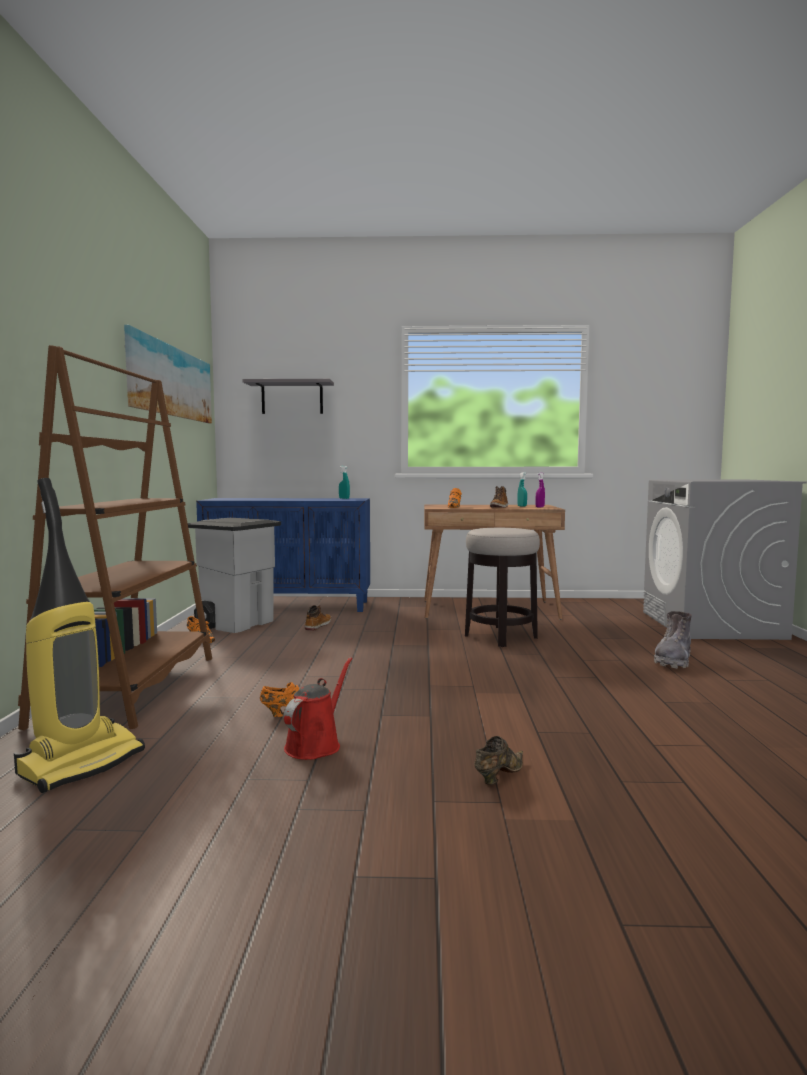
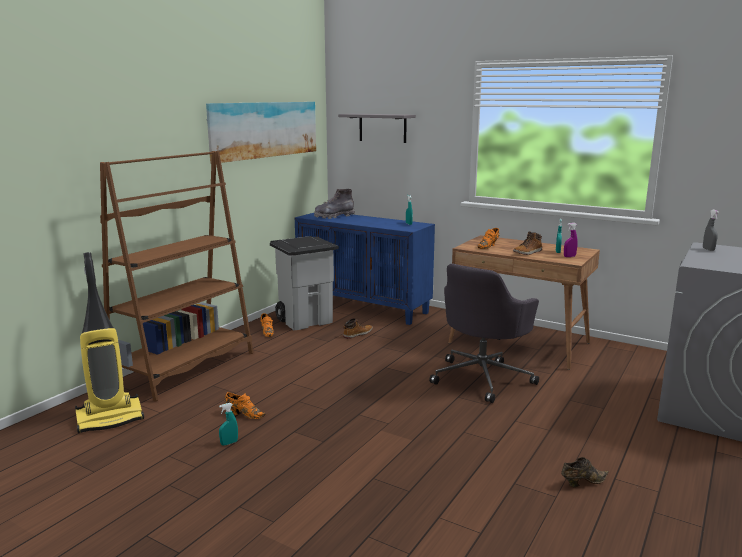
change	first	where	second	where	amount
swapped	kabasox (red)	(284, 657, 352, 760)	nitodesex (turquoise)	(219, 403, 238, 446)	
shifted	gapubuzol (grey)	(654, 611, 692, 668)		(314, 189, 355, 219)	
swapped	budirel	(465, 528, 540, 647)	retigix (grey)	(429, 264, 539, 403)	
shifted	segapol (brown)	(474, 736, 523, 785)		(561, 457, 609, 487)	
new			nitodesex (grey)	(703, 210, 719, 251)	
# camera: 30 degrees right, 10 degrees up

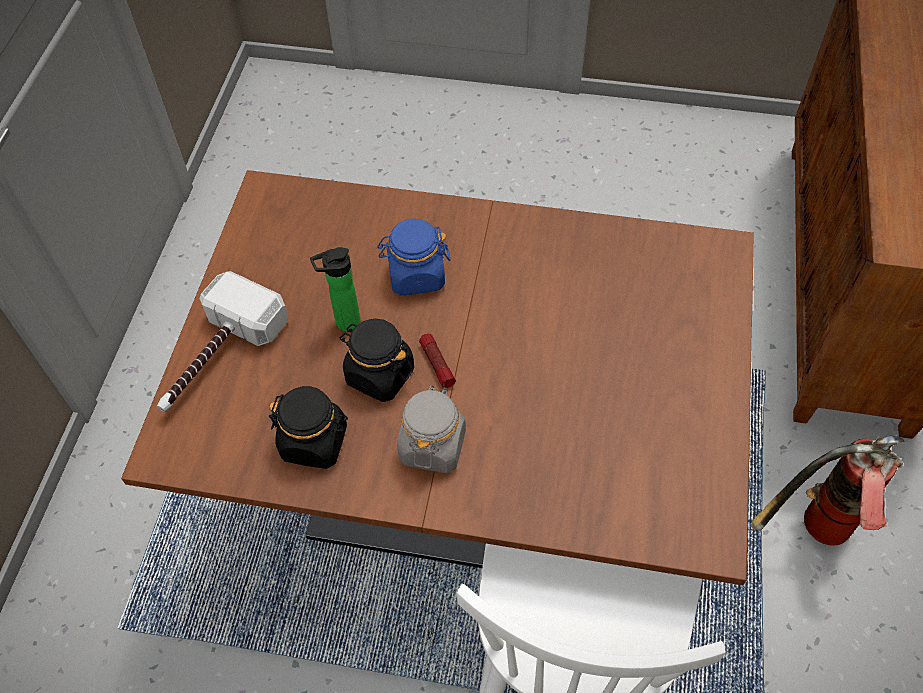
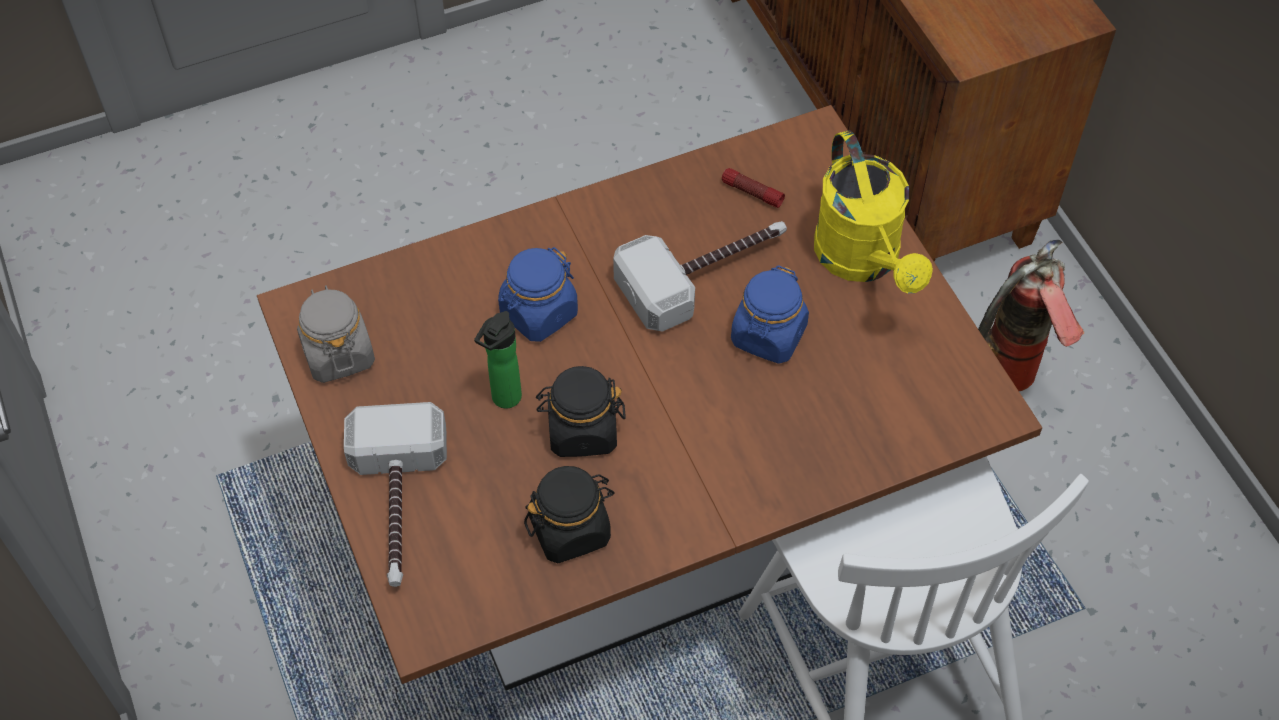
change	first	where	second	where	amount
shifted	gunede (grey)	(397, 385, 466, 473)		(297, 285, 375, 383)	
new			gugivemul	(613, 221, 787, 332)	
shifted	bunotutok	(419, 333, 456, 388)		(722, 168, 785, 208)	
new			gunede (blue)	(731, 266, 809, 364)	
new			kabasox (yellow)	(814, 131, 933, 293)	
# camera: 35 degrees left, 0 degrees up

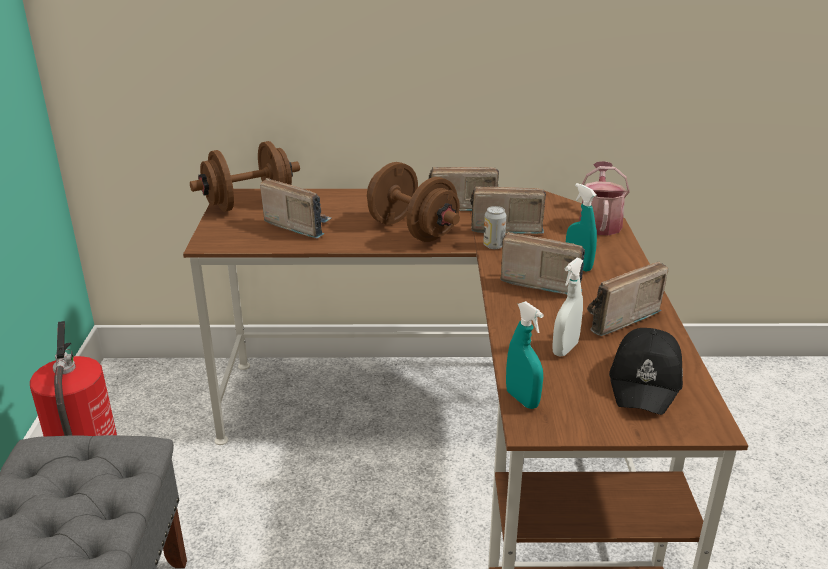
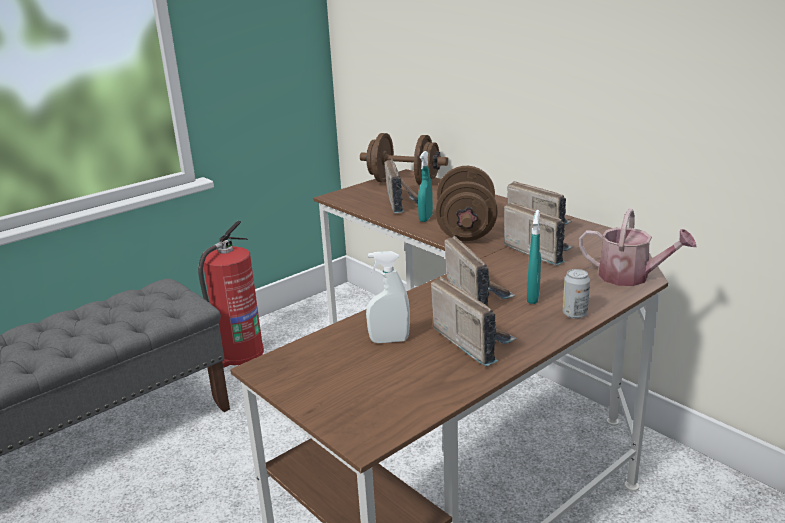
change	first	where	second	where	amount
shifted	nitodesex (turquoise)	(506, 301, 544, 409)		(418, 151, 433, 222)	
rotated	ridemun	(587, 261, 668, 336)		(431, 277, 517, 367)	45 degrees clockwise
shifted	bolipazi	(483, 206, 507, 249)		(563, 269, 590, 319)	
rotated	kabasox	(579, 161, 630, 235)		(579, 209, 697, 286)	60 degrees clockwise
gone	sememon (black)	(609, 328, 683, 415)			
# camera: 50 degrees right, 5 degrees down

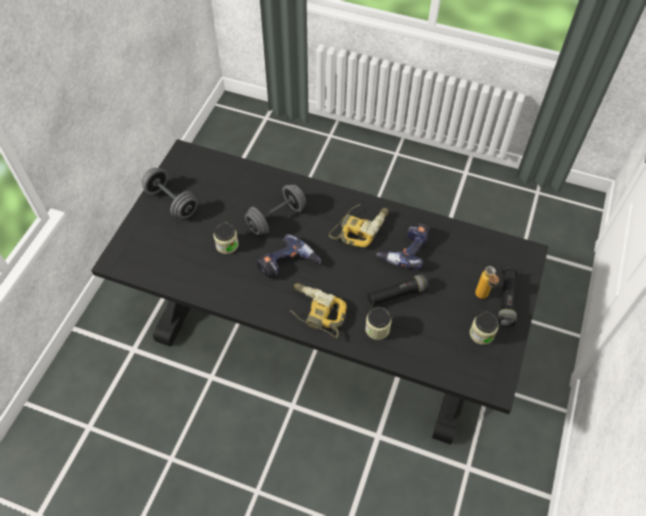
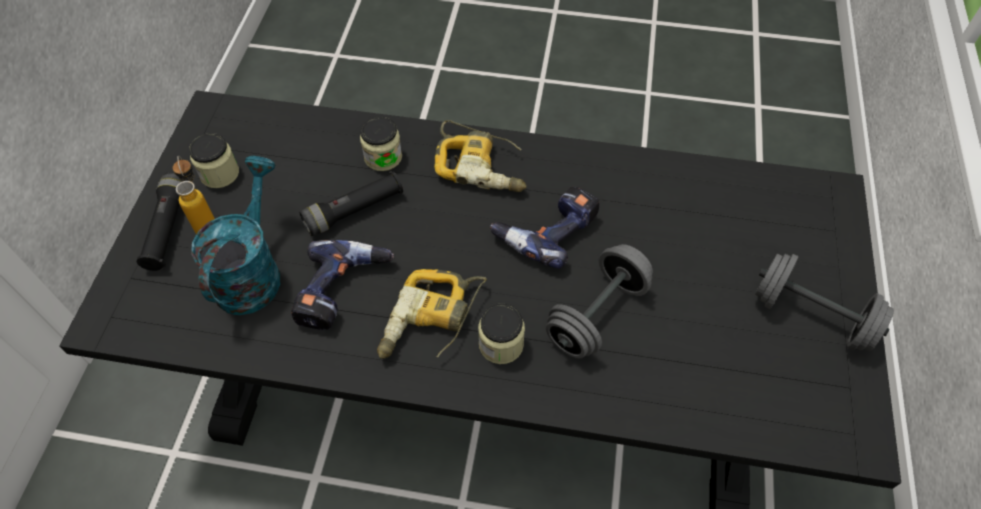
change	first	where	second	where	amount
new			kabasox (turquoise)	(191, 156, 280, 315)	
shifted	gunede	(213, 223, 239, 254)		(478, 303, 525, 364)	
# camera: 170 degrees right, 0 degrees up

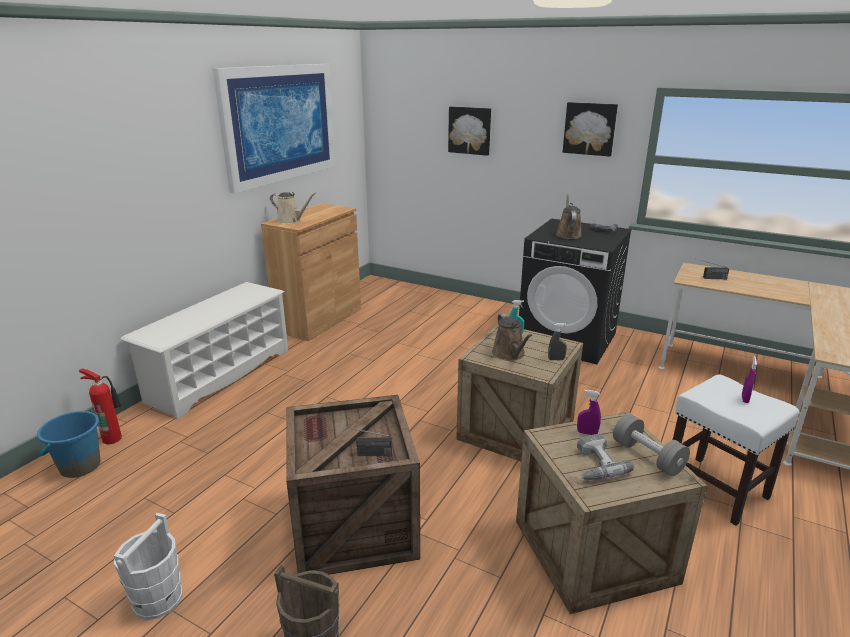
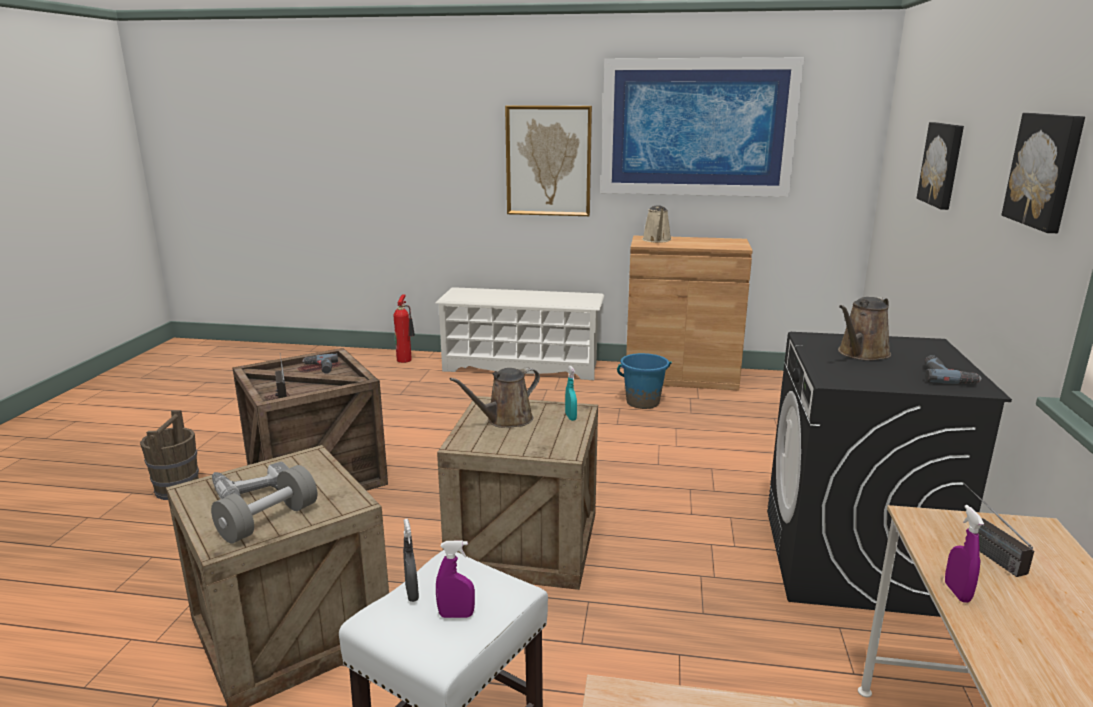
change	first	where	second	where	amount
new			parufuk	(302, 353, 338, 374)	
shifted	nitodesex (grey)	(548, 323, 567, 360)		(403, 519, 419, 602)	
new			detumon	(505, 105, 592, 216)	
shifted	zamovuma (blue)	(37, 411, 101, 478)		(617, 353, 671, 409)	
rotated	kabasox (brown)	(556, 194, 582, 239)		(838, 297, 891, 361)	150 degrees clockwise
shifted	nitodesex (purple)	(577, 390, 601, 435)		(945, 505, 984, 603)	
gone	zamovuma (white)	(114, 513, 182, 620)			
# camera: 70 degrees right, 5 degrees down

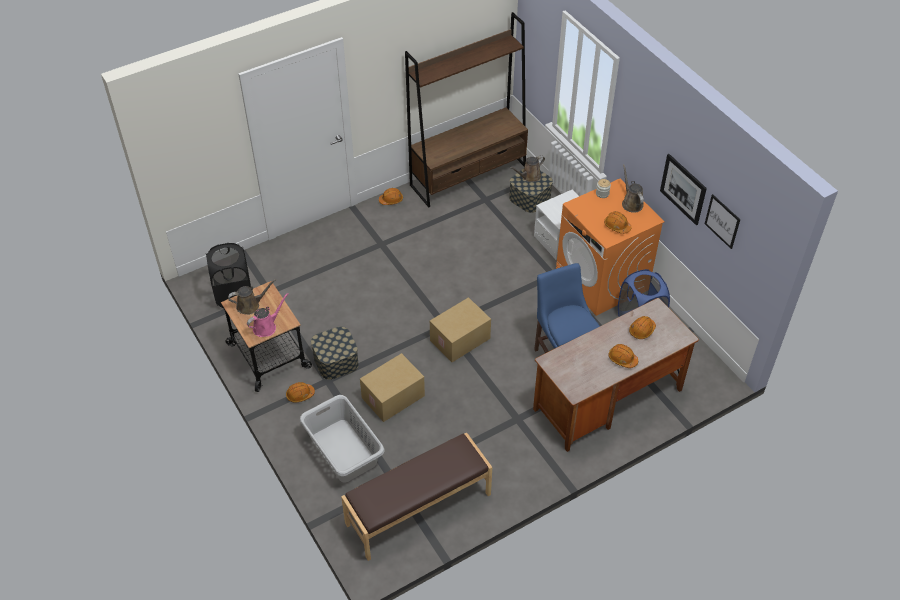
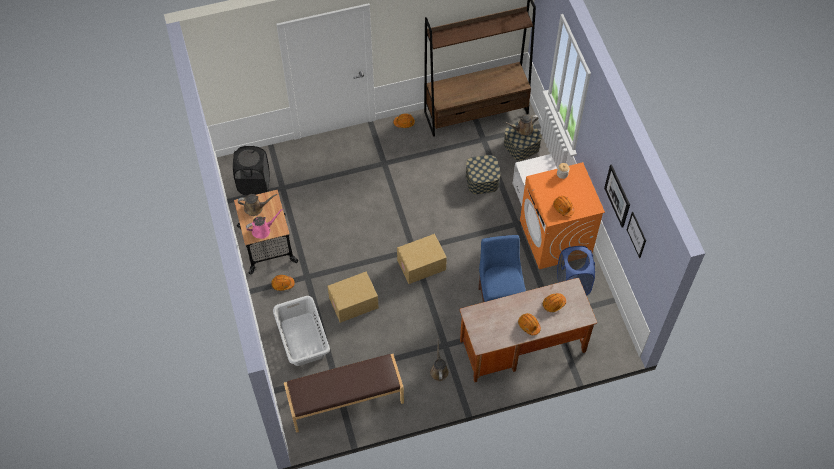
change	first	where	second	where	amount
shifted	kabasox (brown)	(622, 164, 644, 213)		(430, 338, 449, 381)	
shifted	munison	(311, 327, 359, 380)		(466, 155, 501, 194)	
# camera: 15 degrees right, 10 degrees up

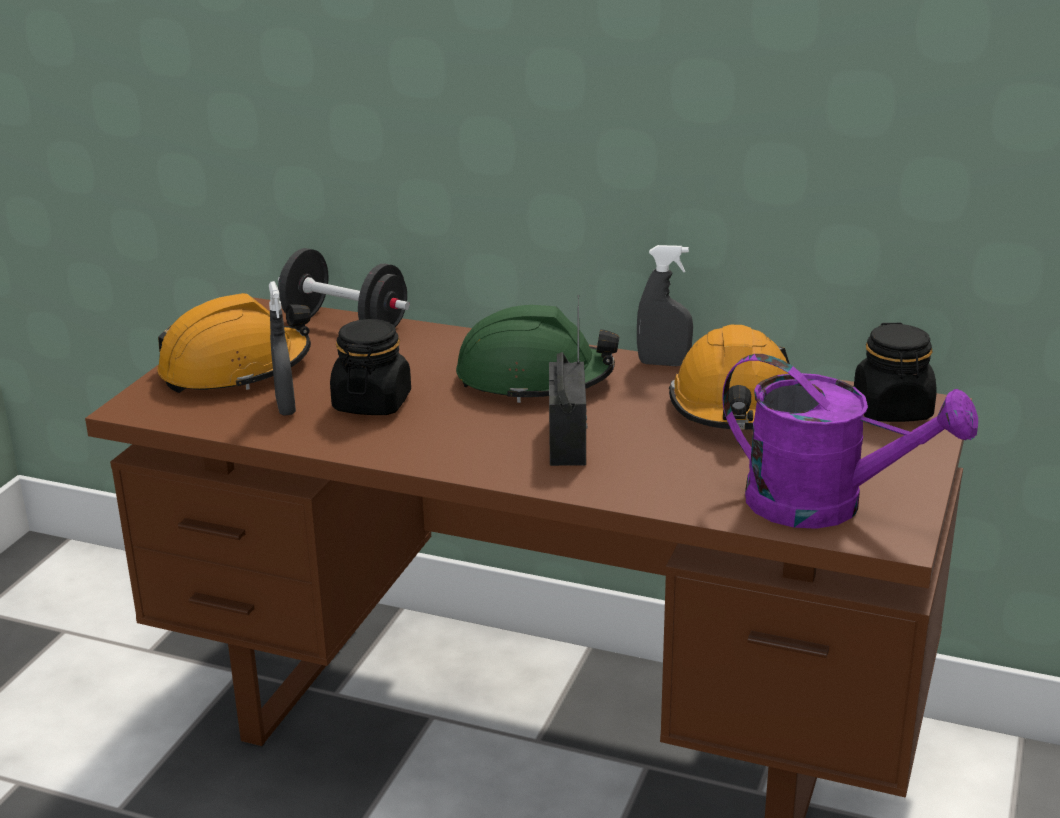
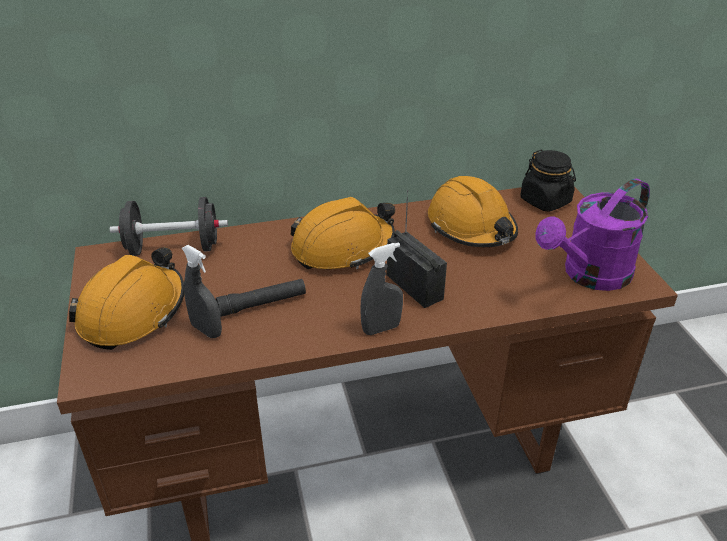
change	first	where	second	where	amount
swapped	gunede (black)	(330, 319, 411, 415)	bunotutok (black)	(216, 279, 306, 317)	
repainted	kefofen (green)	(456, 305, 619, 403)	kefofen (orange)	(291, 197, 395, 269)	
shifted	nitodesex (grey)	(637, 245, 693, 366)		(360, 242, 403, 335)	
rotated	kabasox (purple)	(722, 354, 978, 529)		(535, 179, 650, 291)	150 degrees clockwise
# camera: 35 degrees left, 10 degrees up

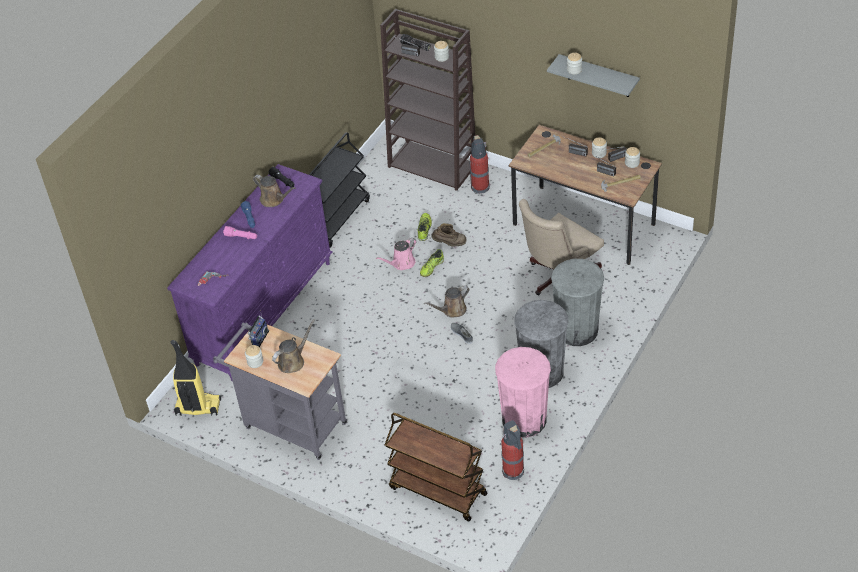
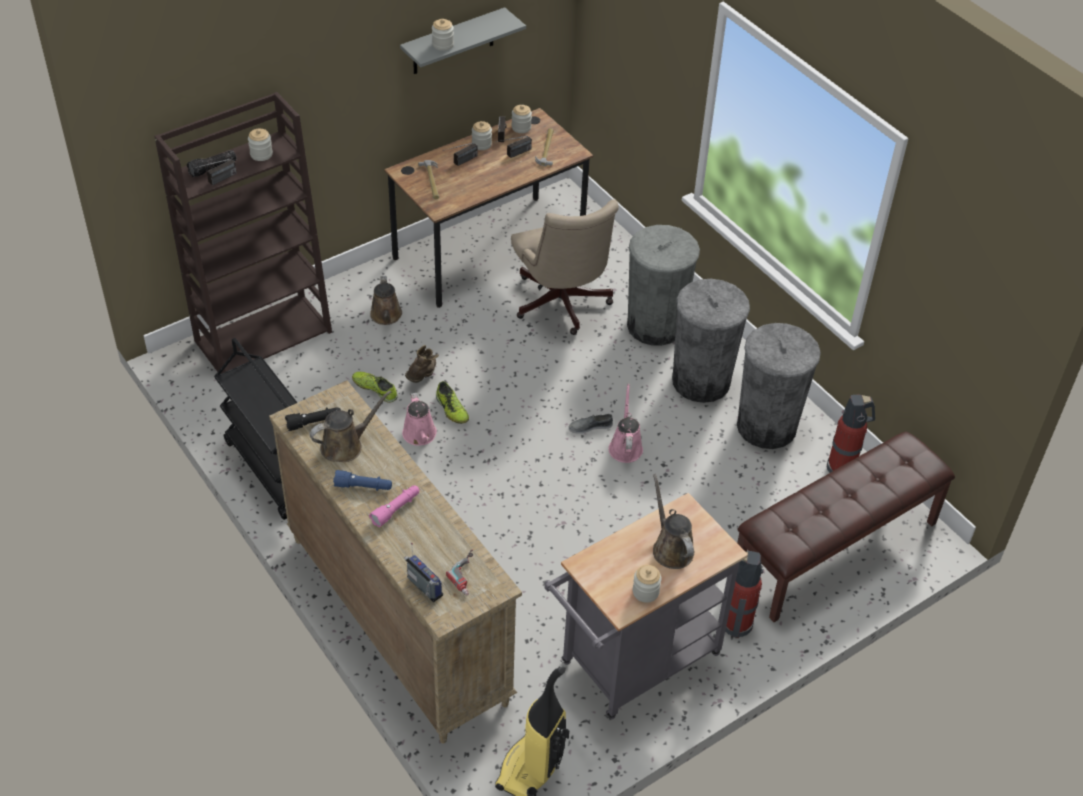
change	first	where	second	where	amount
repainted	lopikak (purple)	(167, 164, 332, 382)	lopikak (beige)	(269, 380, 522, 743)	
shifted	kabasox (brown)	(424, 285, 470, 318)		(370, 276, 402, 325)	
shifted	ridemun	(248, 310, 269, 347)		(404, 543, 443, 602)	
new			kabasox (pink)	(609, 384, 643, 463)	
shifted	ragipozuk	(469, 135, 490, 194)		(725, 551, 765, 638)	
repainted	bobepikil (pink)	(495, 347, 551, 438)	bobepikil (grey)	(737, 323, 821, 449)	
swapped	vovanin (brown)	(385, 413, 487, 521)	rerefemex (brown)	(737, 431, 955, 622)	
# camera: 70 degrees left, 0 degrees up

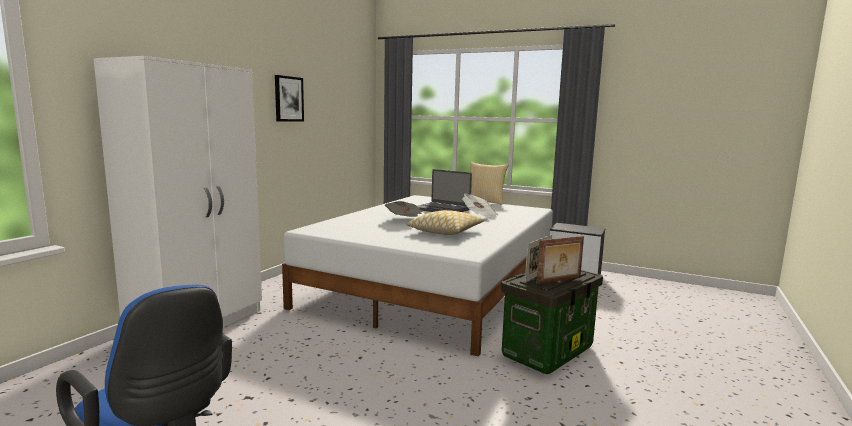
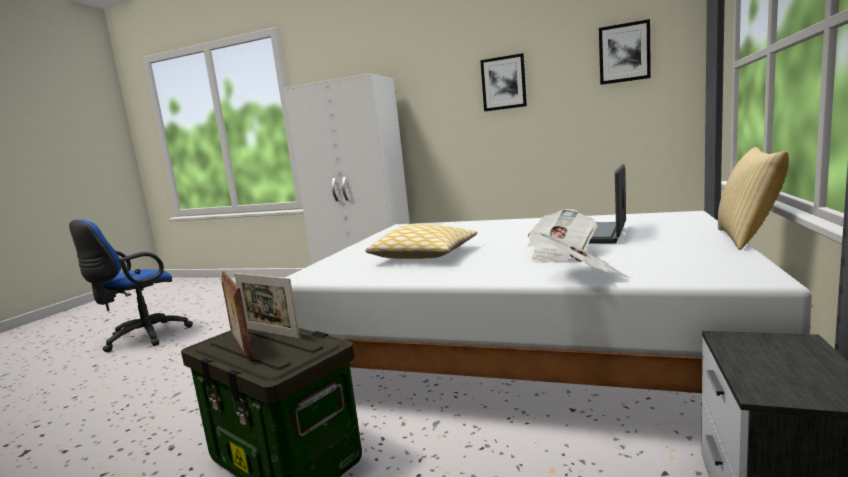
change	first	where	second	where	amount
shifted	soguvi	(385, 201, 423, 217)		(538, 233, 632, 278)	
new			detumon	(599, 19, 651, 85)	
# camera: 85 degrees right, 0 degrees up

